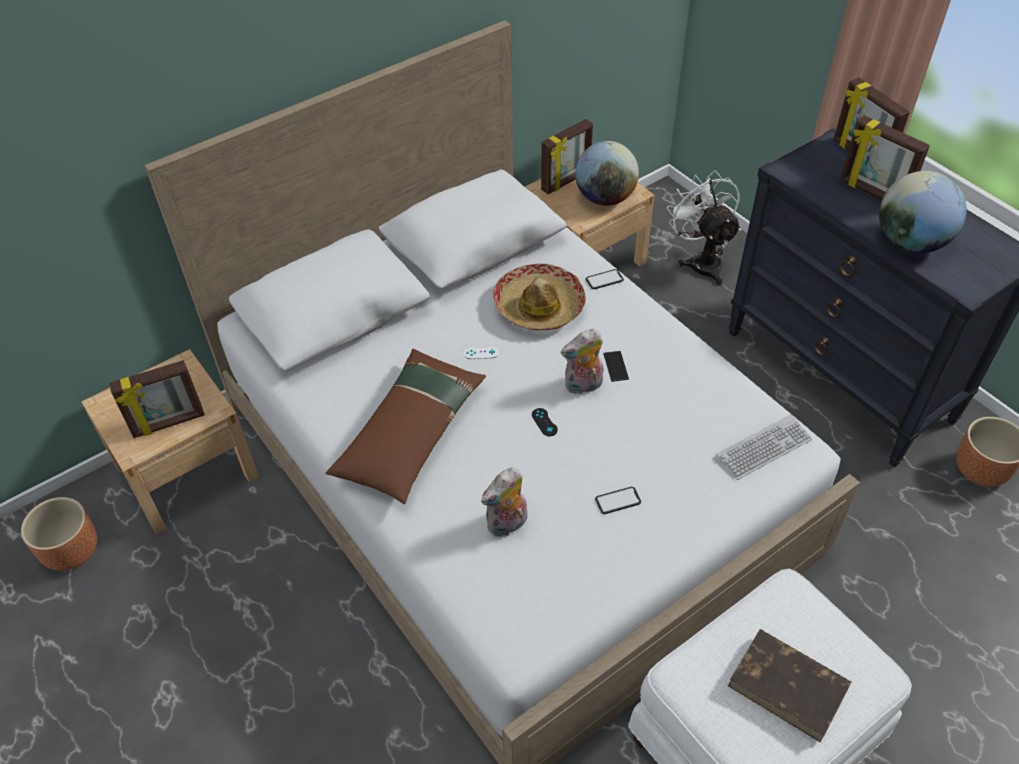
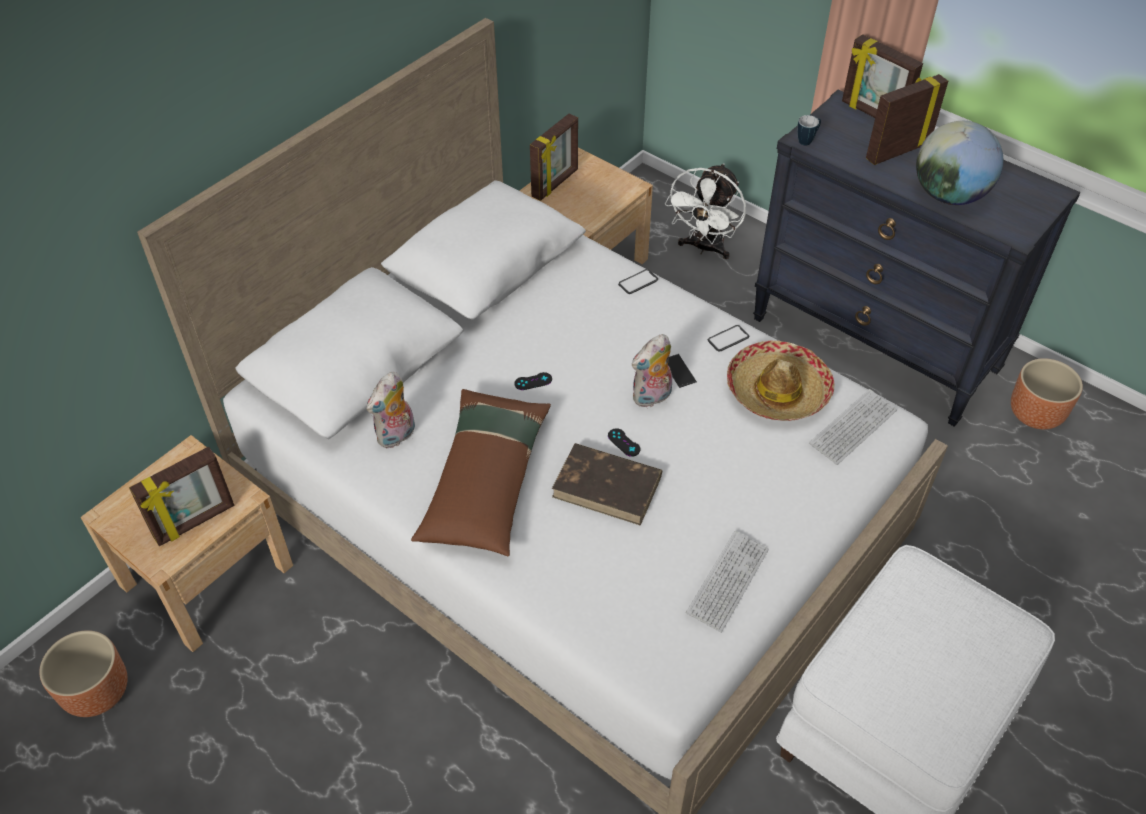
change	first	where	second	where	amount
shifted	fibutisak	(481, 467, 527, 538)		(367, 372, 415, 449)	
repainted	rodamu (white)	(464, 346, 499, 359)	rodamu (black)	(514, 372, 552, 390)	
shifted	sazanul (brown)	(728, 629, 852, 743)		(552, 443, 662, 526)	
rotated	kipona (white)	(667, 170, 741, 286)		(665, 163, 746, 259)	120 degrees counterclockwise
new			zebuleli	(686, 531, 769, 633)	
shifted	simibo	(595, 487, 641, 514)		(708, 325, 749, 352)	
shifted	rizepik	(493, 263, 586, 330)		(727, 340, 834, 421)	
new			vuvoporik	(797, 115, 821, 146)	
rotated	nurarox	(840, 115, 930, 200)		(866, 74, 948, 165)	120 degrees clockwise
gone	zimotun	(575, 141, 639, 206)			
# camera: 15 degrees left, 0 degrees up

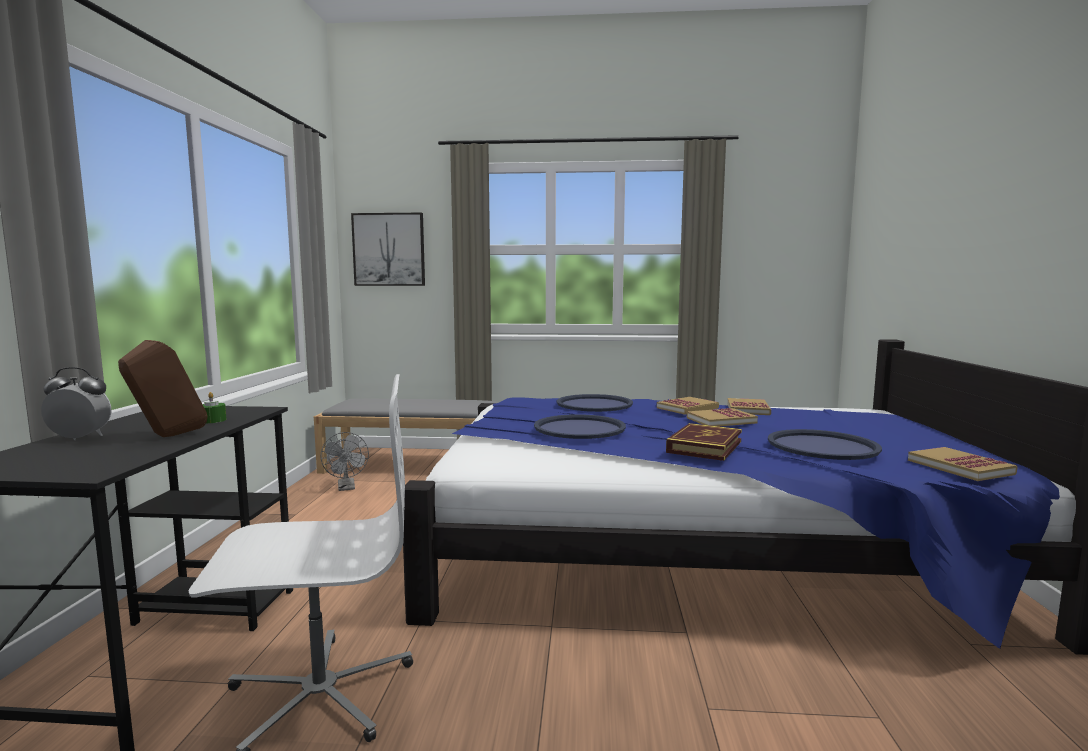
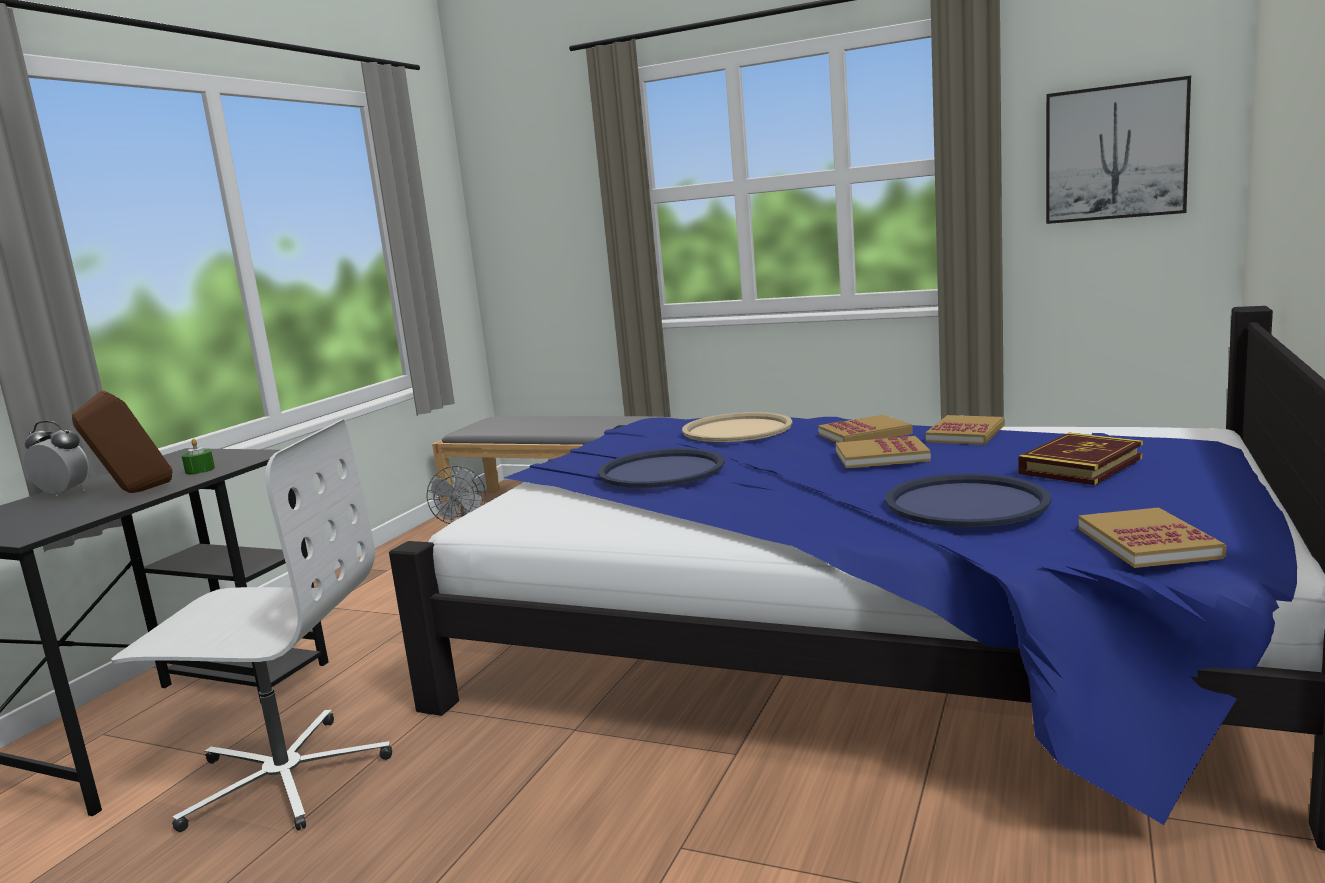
change	first	where	second	where	amount
repainted	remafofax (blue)	(557, 394, 633, 412)	remafofax (beige)	(682, 412, 792, 442)	
shifted	sazanul	(666, 423, 742, 461)		(1018, 433, 1143, 485)	
shifted	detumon	(351, 213, 425, 286)		(1046, 76, 1191, 224)	
# camera: 20 degrees right, 5 degrees up

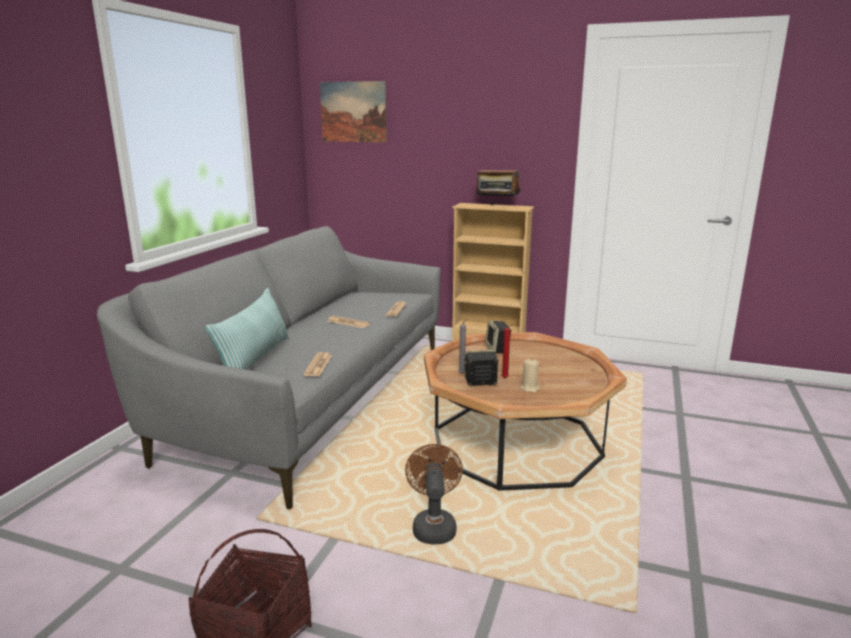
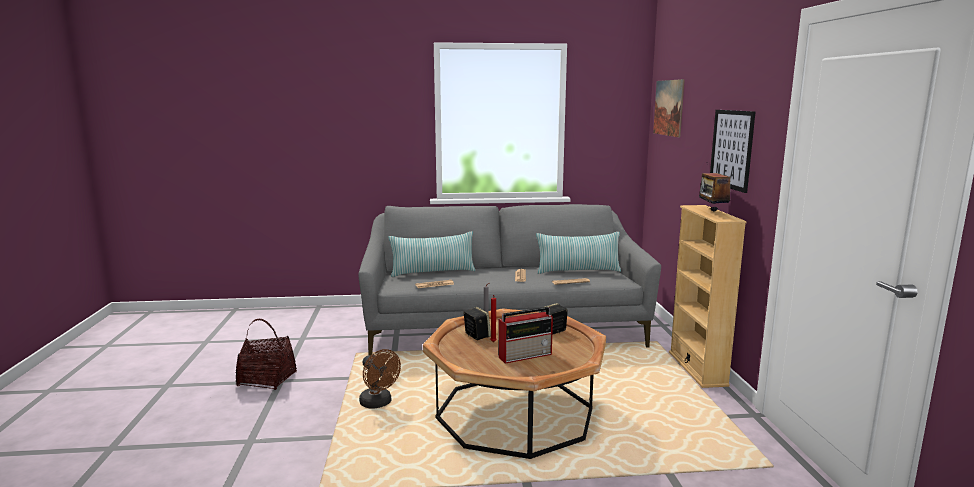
change	first	where	second	where	amount
rotated	kipona (brown)	(405, 444, 463, 544)		(359, 349, 401, 409)	75 degrees clockwise
new			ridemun	(498, 307, 553, 364)	
new			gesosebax	(536, 232, 621, 274)	
new			detumon	(710, 110, 755, 193)	
gone	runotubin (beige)	(521, 358, 539, 393)			
# camera: 65 degrees right, 5 degrees down

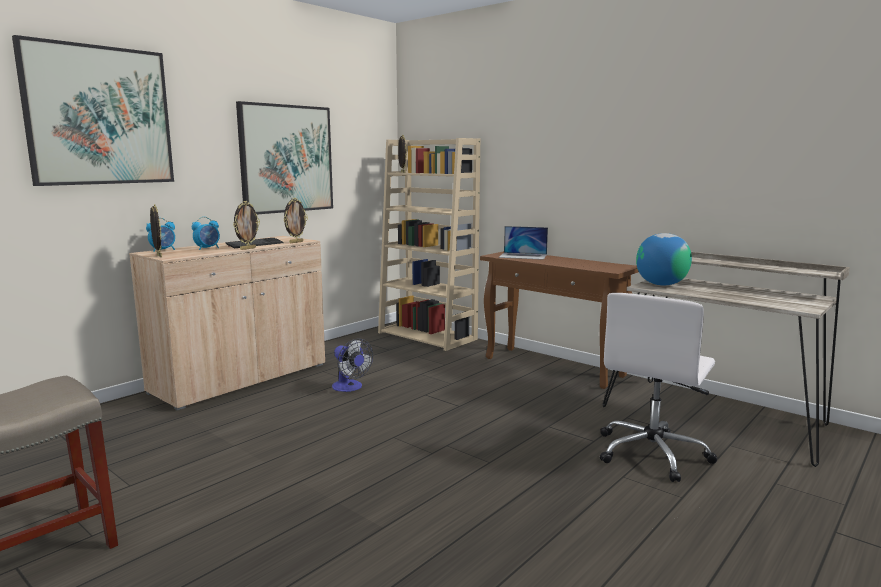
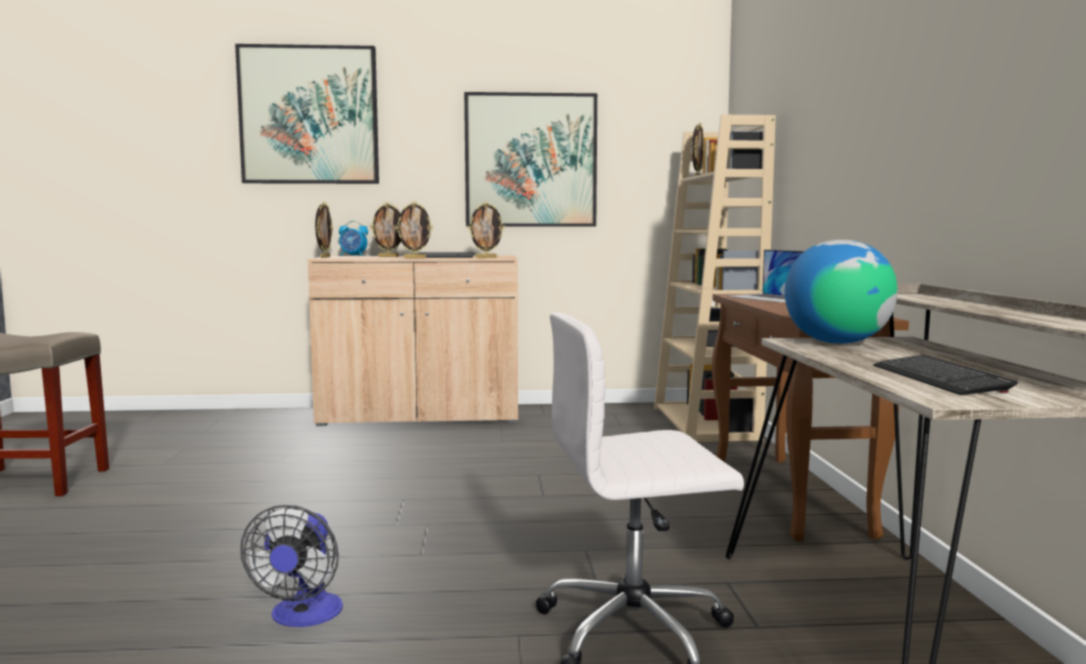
change	first	where	second	where	amount
shifted	kipona	(332, 338, 373, 392)		(240, 505, 343, 627)	
swapped	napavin	(192, 217, 220, 250)	nurarox	(370, 202, 401, 257)	
new			zebuleli	(873, 355, 1018, 395)	
# camera: 45 degrees right, 5 degrees down

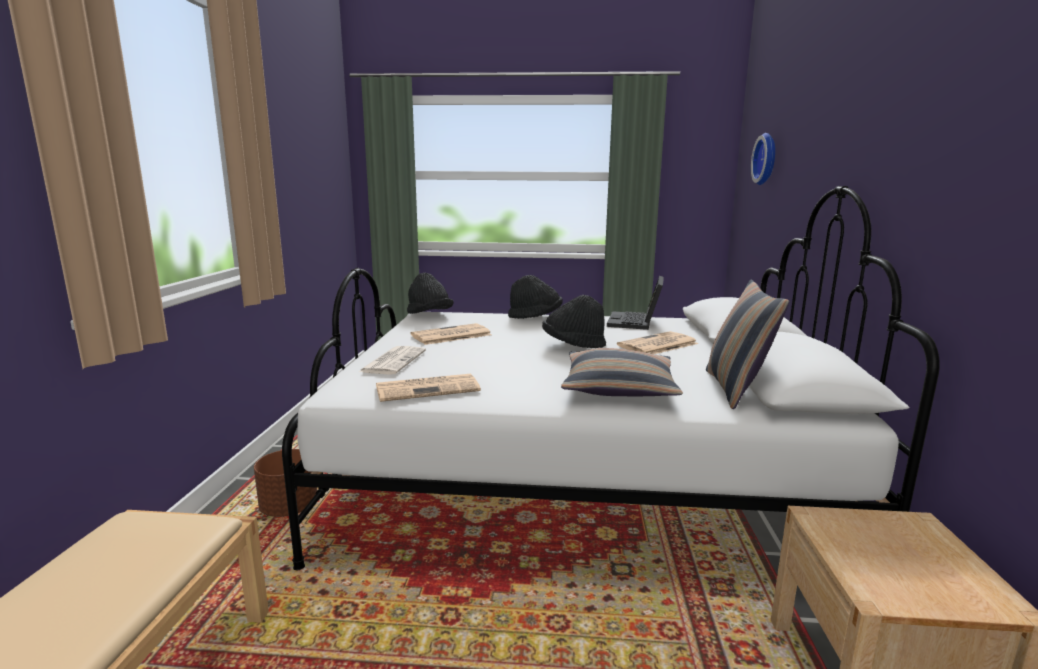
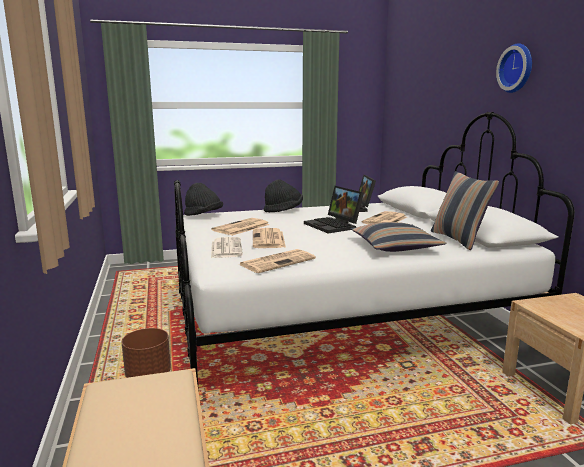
change	first	where	second	where	amount
new			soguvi	(253, 228, 286, 248)	
swapped	rizepik (black)	(542, 295, 606, 348)	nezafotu	(304, 186, 364, 234)	
shifted	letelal	(751, 133, 775, 185)		(496, 43, 532, 93)	
# camera: 20 degrees left, 0 degrees up

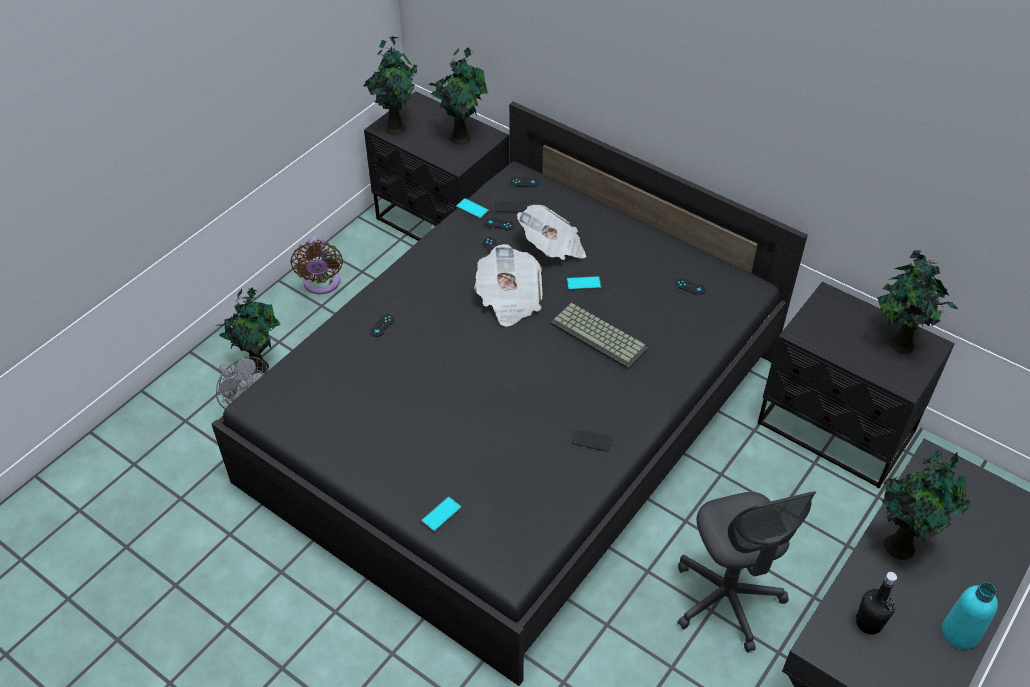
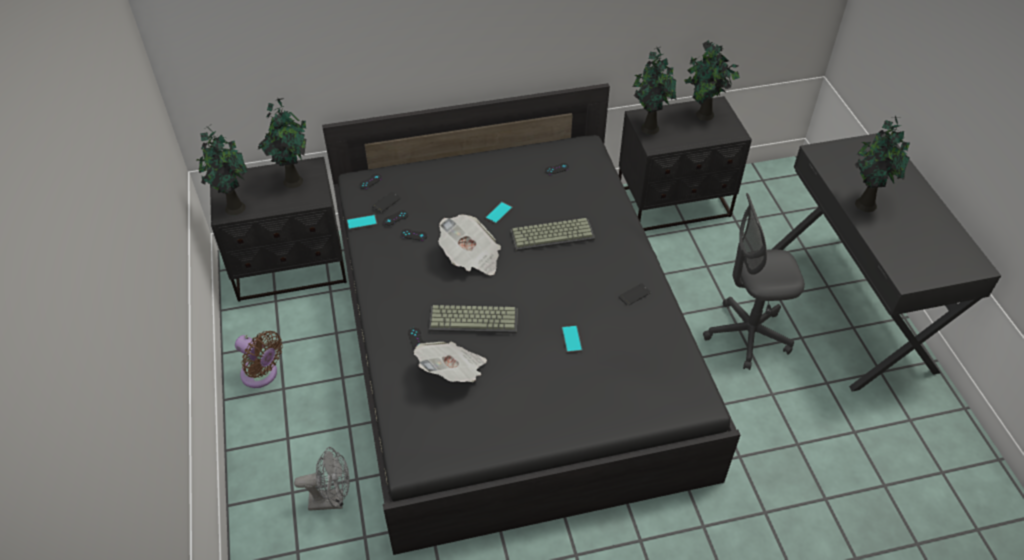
change	first	where	second	where	amount
shifted	soguvi	(517, 205, 587, 260)		(414, 342, 487, 382)	
new			zebuleli	(429, 305, 518, 333)	
shifted	simibo	(421, 496, 462, 533)		(562, 325, 582, 353)	
shifted	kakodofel	(215, 288, 281, 375)		(633, 47, 676, 135)	
rotated	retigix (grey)	(678, 491, 816, 652)		(703, 193, 805, 370)	150 degrees clockwise
gone	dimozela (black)	(856, 572, 897, 635)			
gone	dimozela (turquoise)	(942, 582, 998, 649)			
# camera: 50 degrees left, 0 degrees up

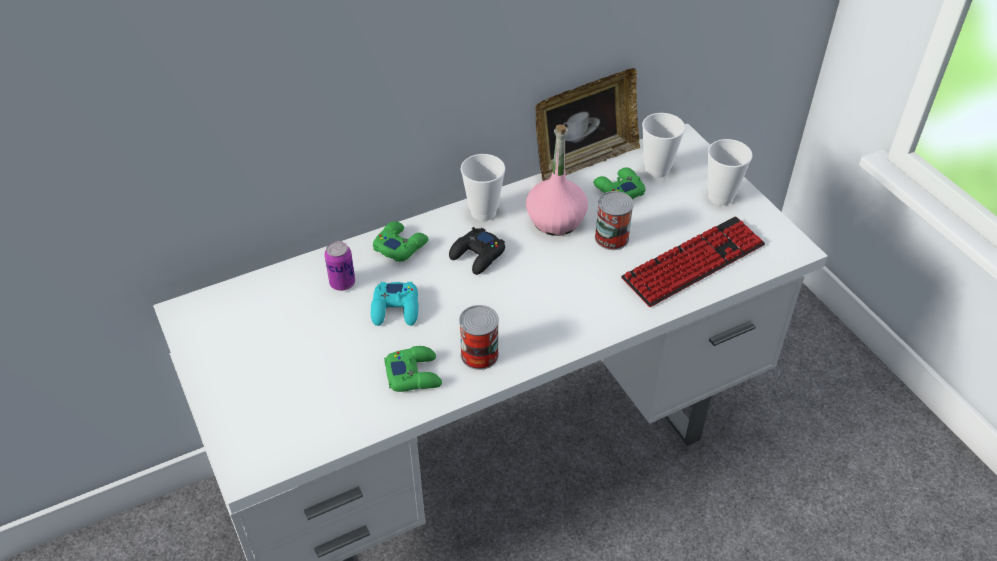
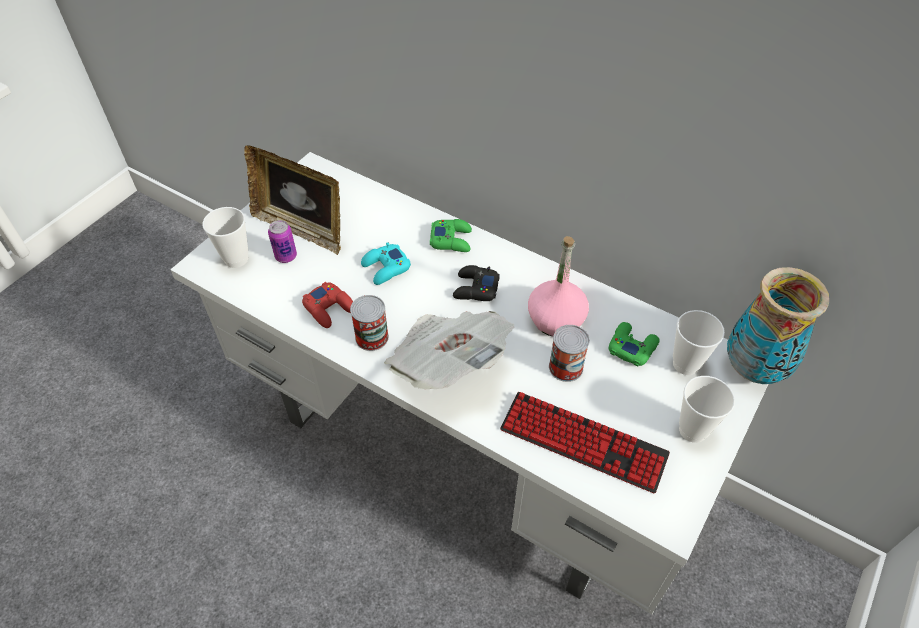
change	first	where	second	where	amount
shifted	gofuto	(461, 154, 505, 221)		(203, 207, 248, 268)	
shifted	nurarox	(535, 68, 640, 181)		(244, 146, 341, 255)	
shifted	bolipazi	(325, 241, 355, 291)		(268, 220, 297, 263)	
repainted	rodamu (green)	(384, 346, 442, 392)	rodamu (red)	(302, 282, 353, 328)	
new			soguvi	(384, 311, 515, 389)	
new			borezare	(727, 267, 829, 384)	
# camera: 60 degrees right, 5 degrees up

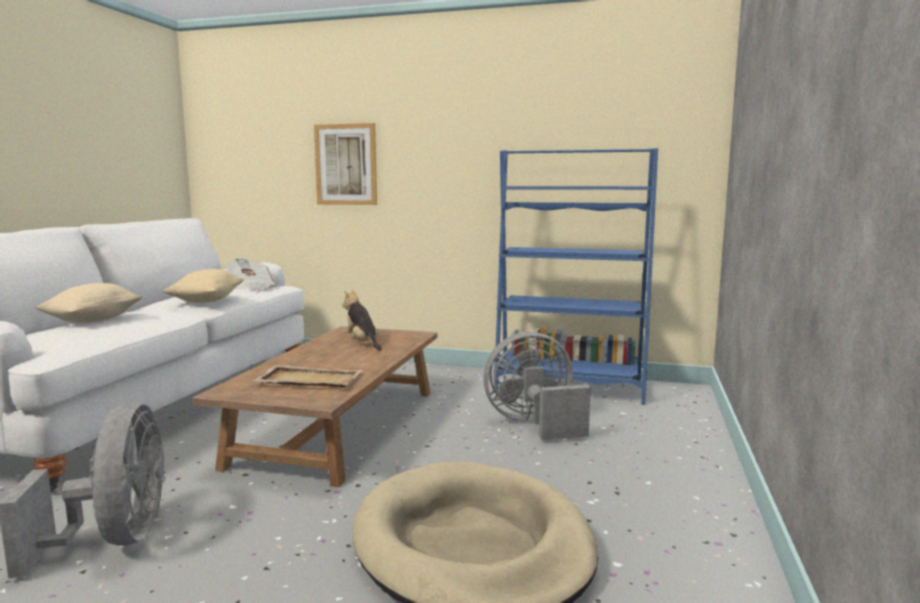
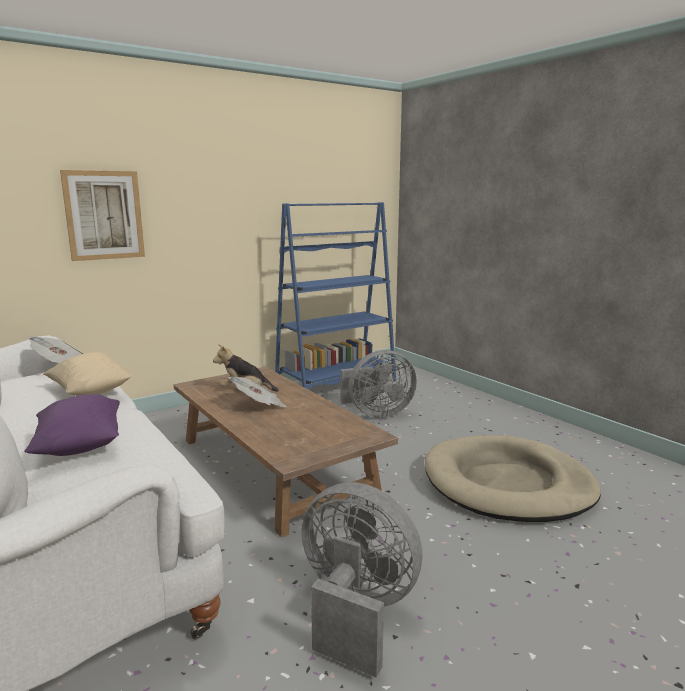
change	first	where	second	where	amount
repainted	gesosebax (beige)	(35, 283, 142, 323)	gesosebax (purple)	(24, 394, 120, 456)	
new			soguvi	(228, 377, 286, 407)	
rotated	kipona (grey)	(483, 332, 591, 440)		(340, 350, 417, 418)	135 degrees counterclockwise
gone	remafofax (beige)	(252, 365, 363, 388)			
# camera: 50 degrees left, 5 degrees up

